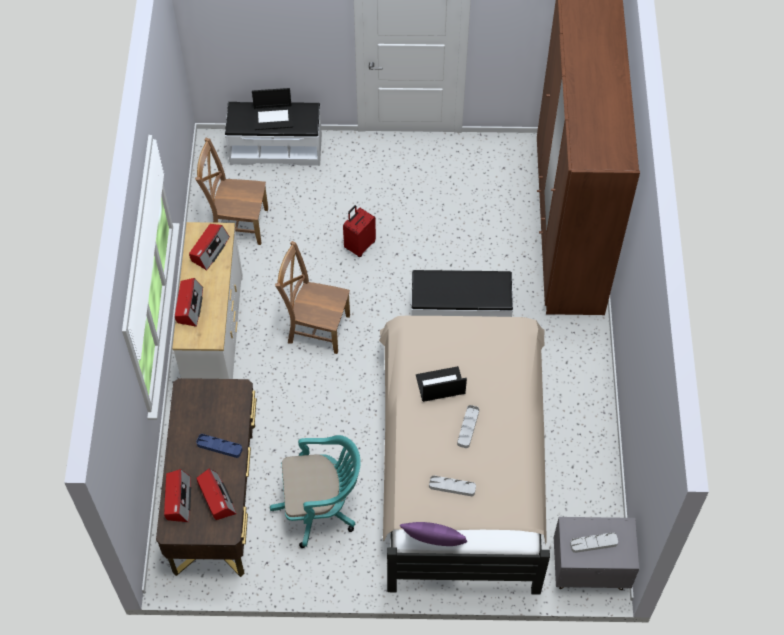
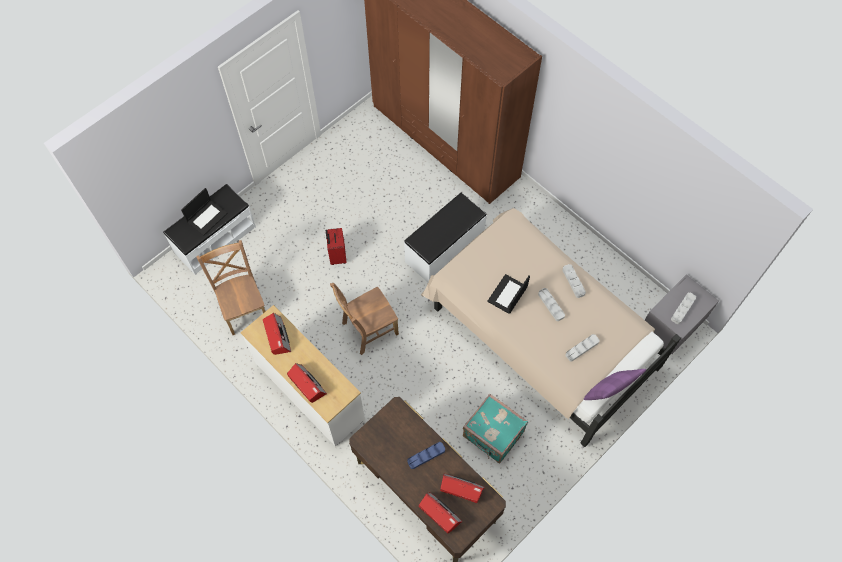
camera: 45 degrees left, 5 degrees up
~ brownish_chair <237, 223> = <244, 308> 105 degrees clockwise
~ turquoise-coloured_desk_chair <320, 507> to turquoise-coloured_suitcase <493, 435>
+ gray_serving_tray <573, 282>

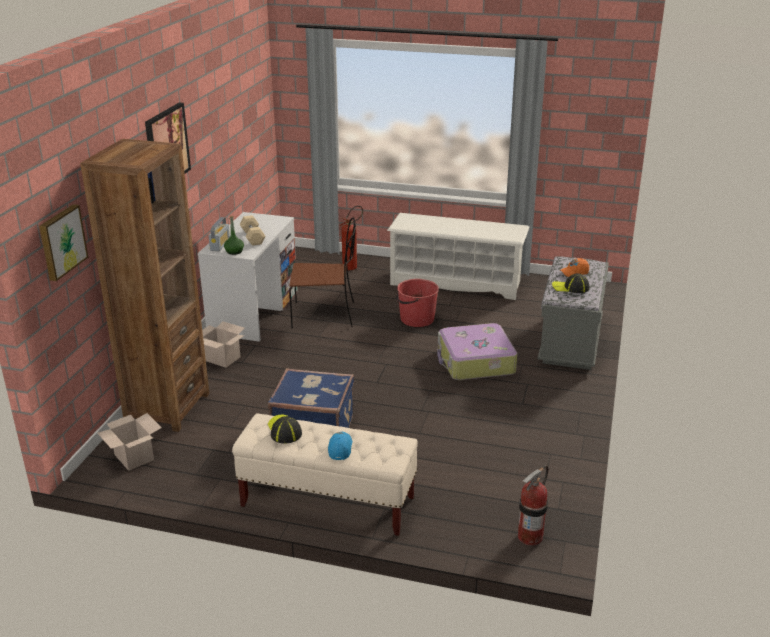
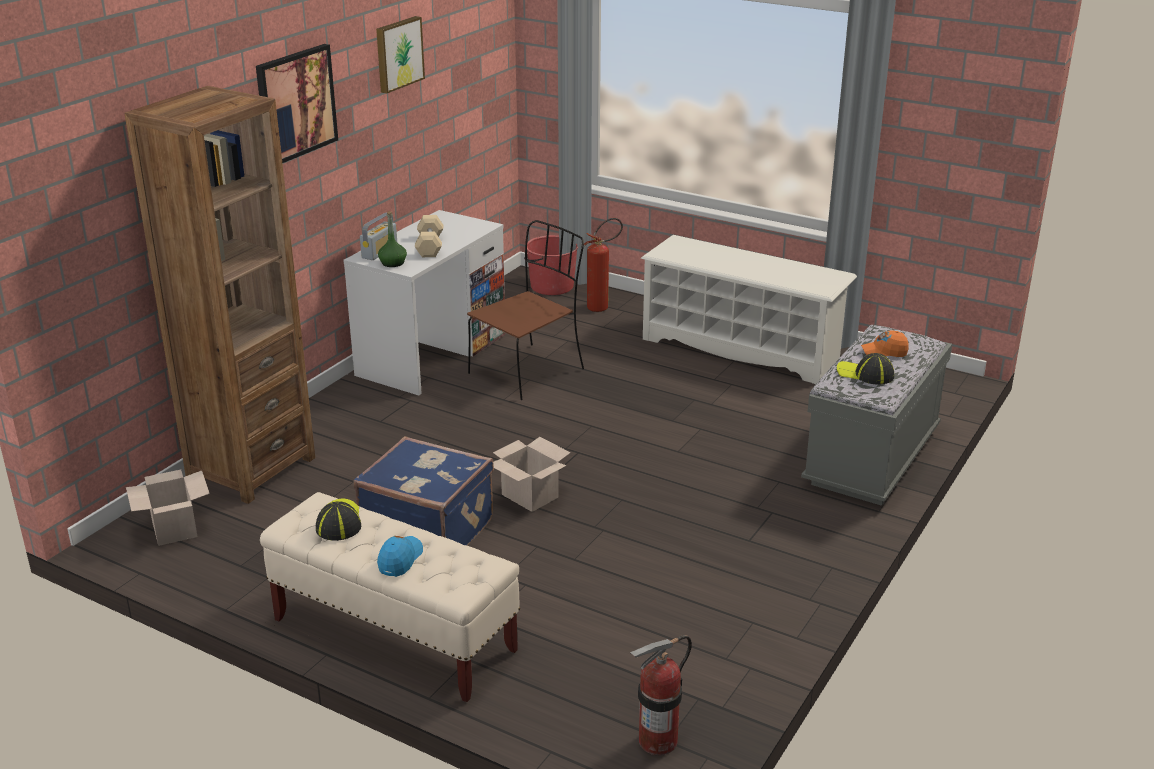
camera: 15 degrees right, 0 degrees up
~ picture <61, 241> to <398, 54>
~ brownish_chair <325, 315> = <528, 370> 60 degrees counterclockwise
~ packing_box <221, 359> to <528, 496>
~ red_water_bucket <416, 319> to <551, 286>
- suitcase <475, 362>

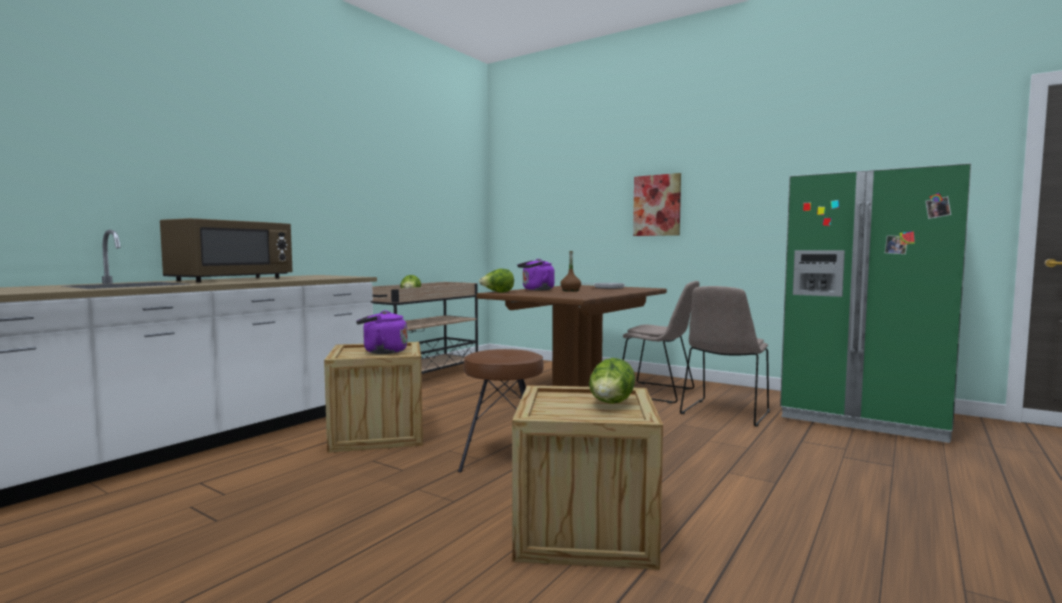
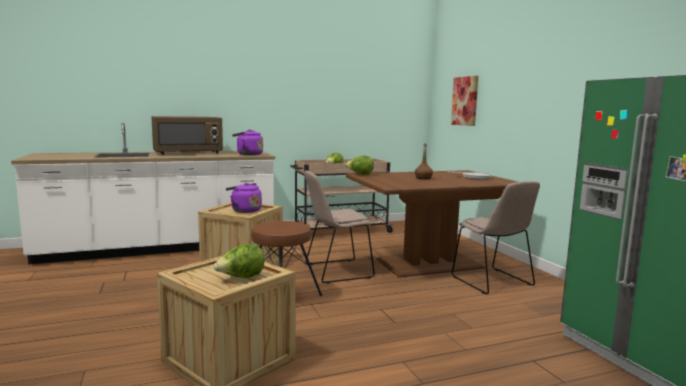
camera: 35 degrees right, 5 degrees up
~ purple-coloured_water_kettle <536, 290> to <248, 154>
~ beige_chair <724, 414> to <335, 271>
~ picture <657, 205> to <465, 101>

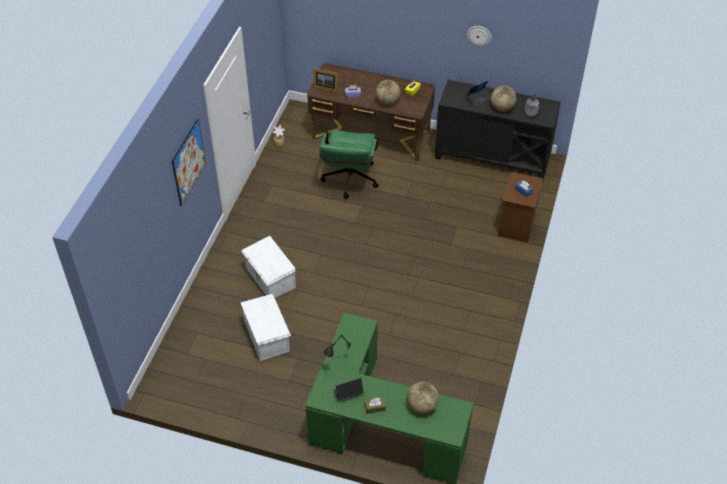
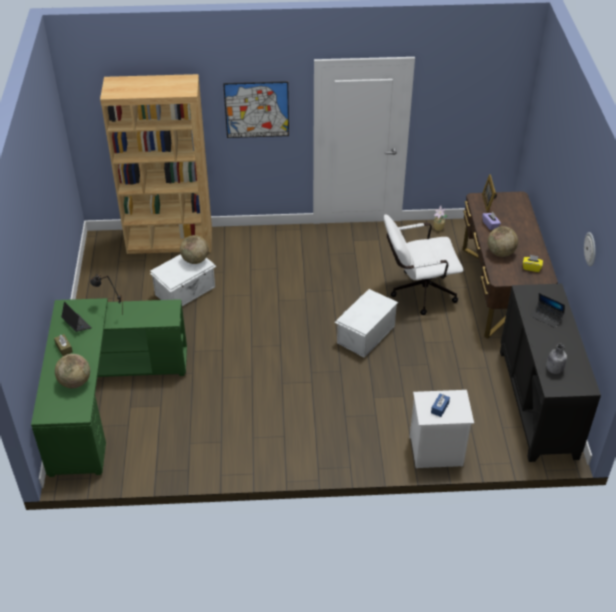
camera: 70 degrees right, 5 degrees down
+ brownish_bookshelf <170, 241>
~ world_globe <502, 108> to <195, 260>
~ white_storage_bin <270, 278> to <365, 334>
~ greenish_desk_chair <349, 182> to white_desk_chair <417, 292>
~ brownish_night_table <517, 226> to white_night_table <435, 452>

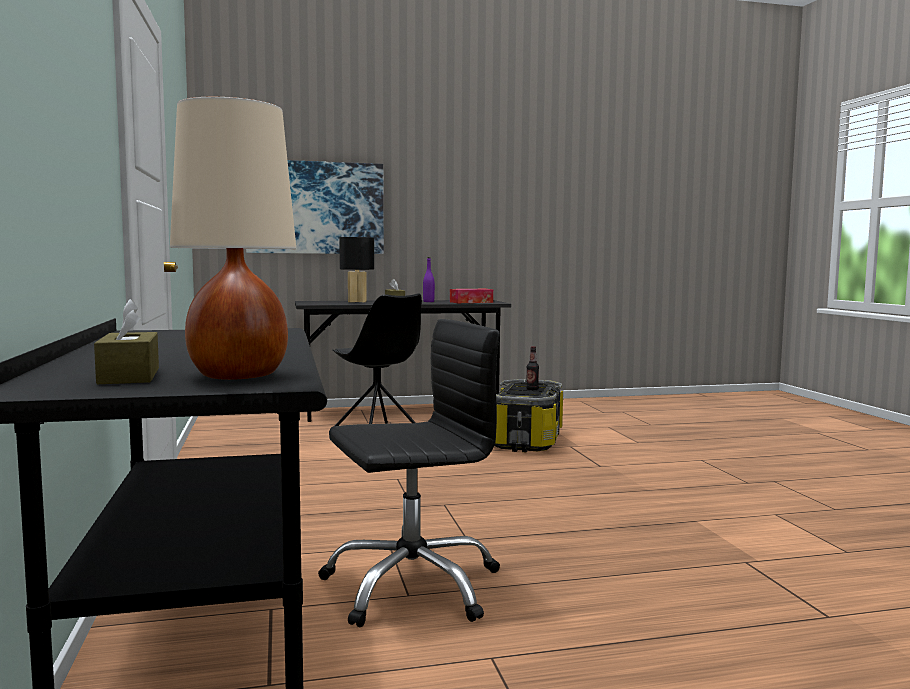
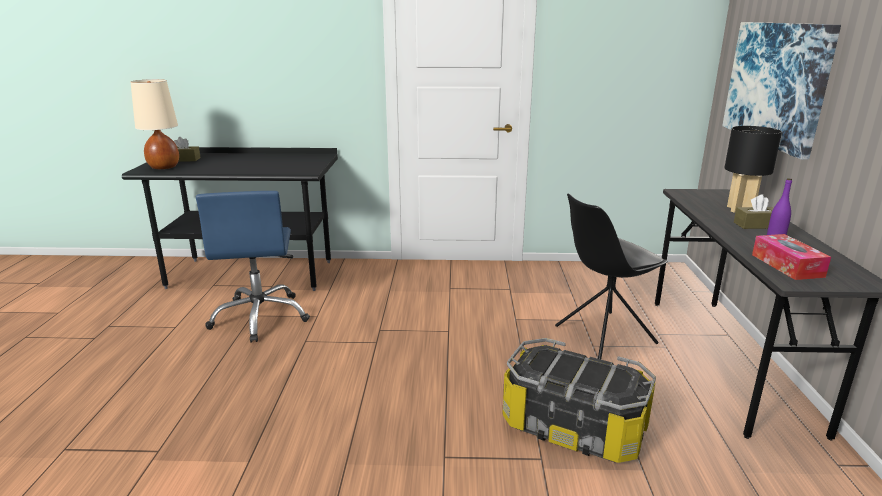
camera: 105 degrees right, 15 degrees up
~ blackish_desk_chair <412, 585> to blue-coloured_desk_chair <260, 317>
- beverage_bottle <532, 389>

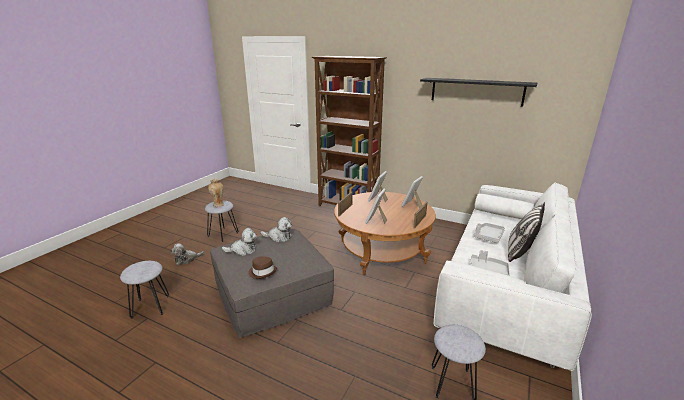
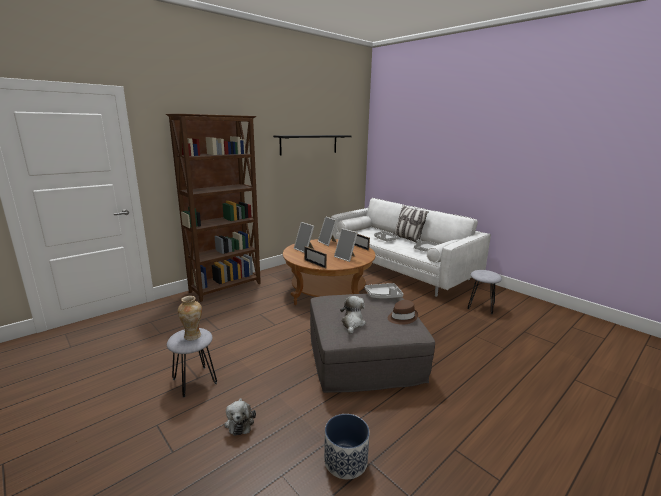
camera: 70 degrees left, 5 degrees down
~ gray_sitting_stool <150, 306> to planter <345, 461>
+ gray_serving_tray <383, 295>
- cuddly_toy <278, 237>

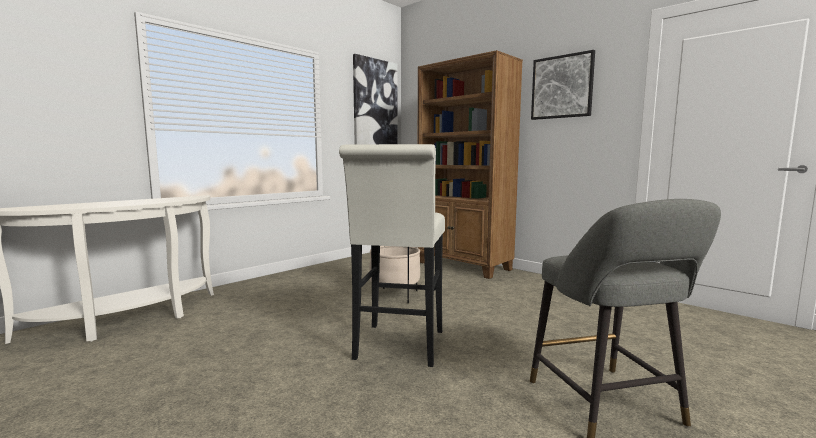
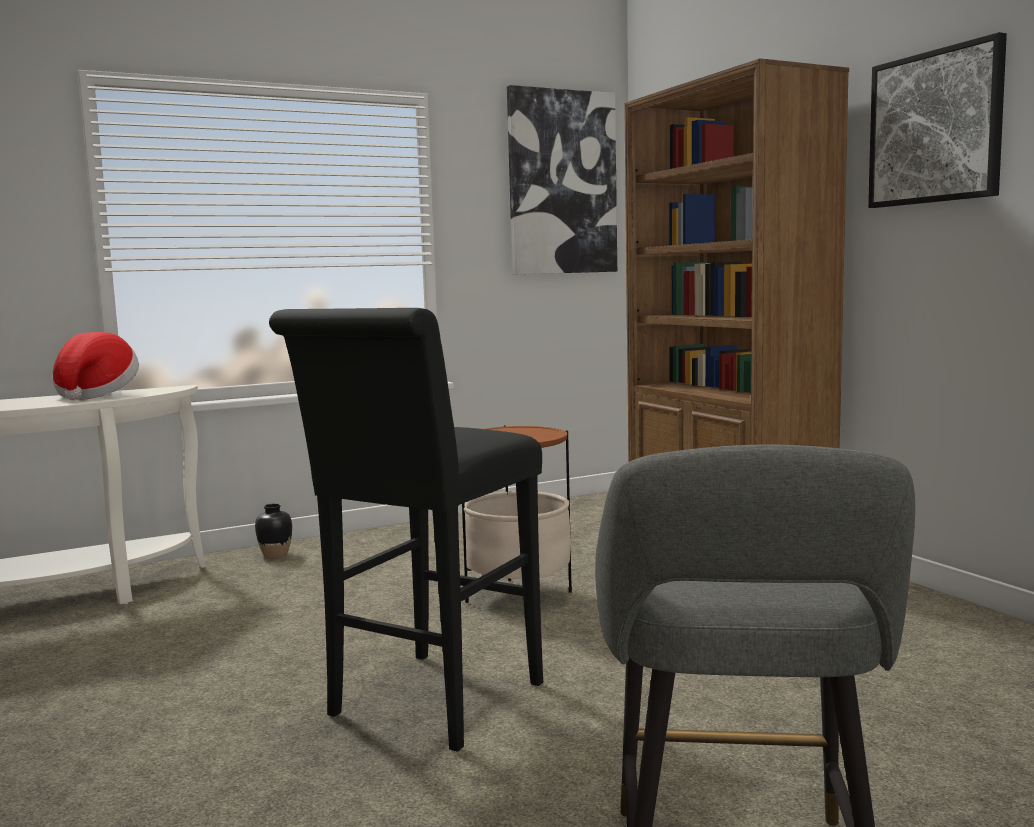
camera: 20 degrees right, 0 degrees up
+ hat <96, 395>
+ blackish_decorative_vase <275, 555>
~ white_sitting_stool <398, 348> to blackish_sitting_stool <427, 705>

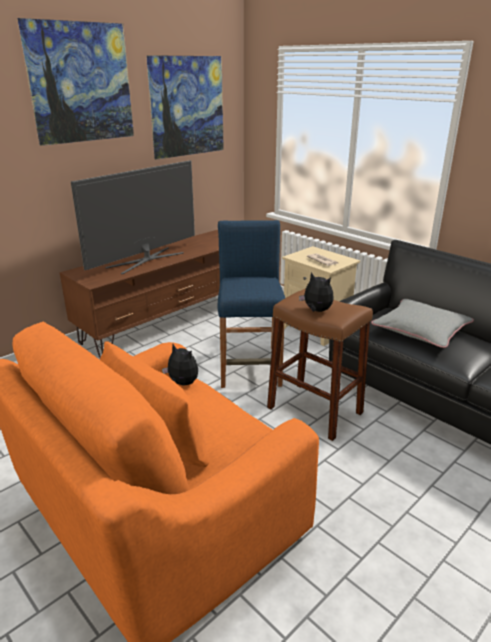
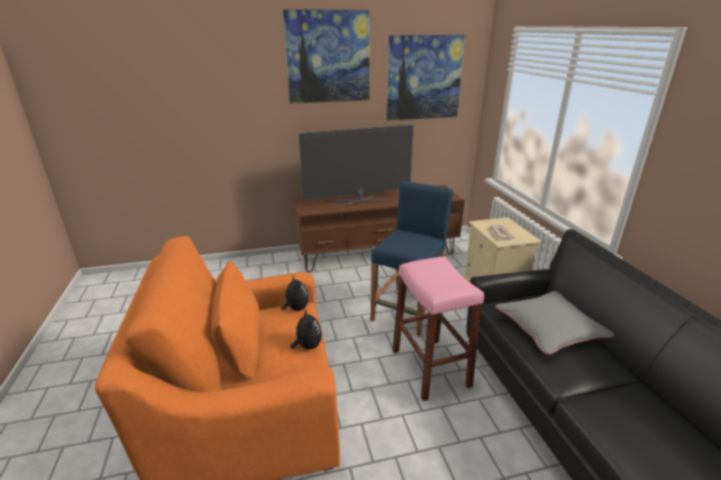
camera: 30 degrees right, 0 degrees up
~ cuddly_toy <316, 311> to <307, 346>
~ brownish_sitting_stool <315, 410> to pink-coloured_sitting_stool <430, 368>

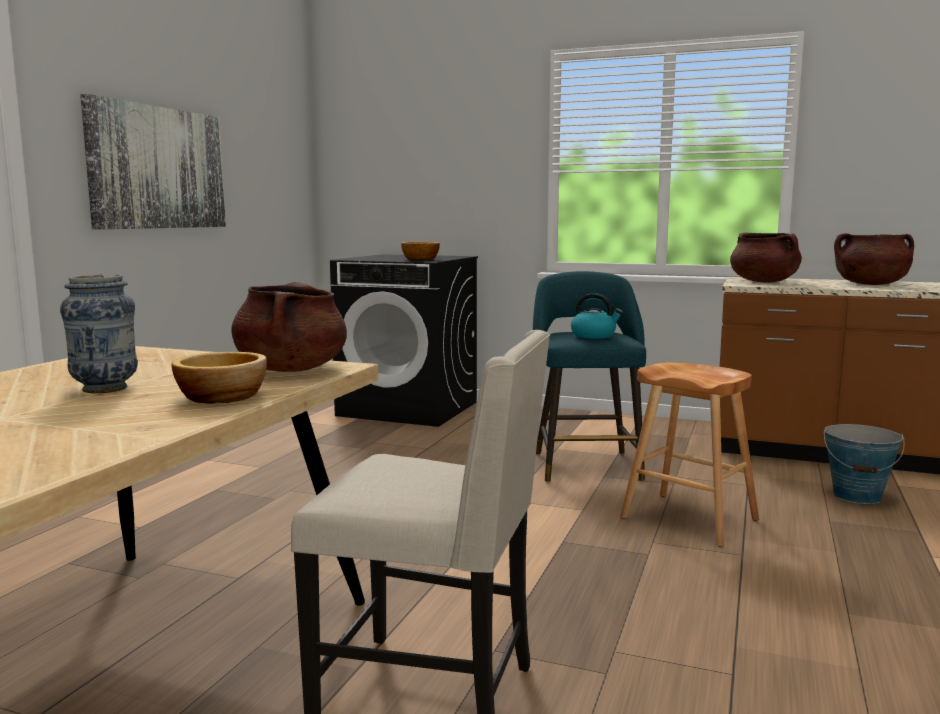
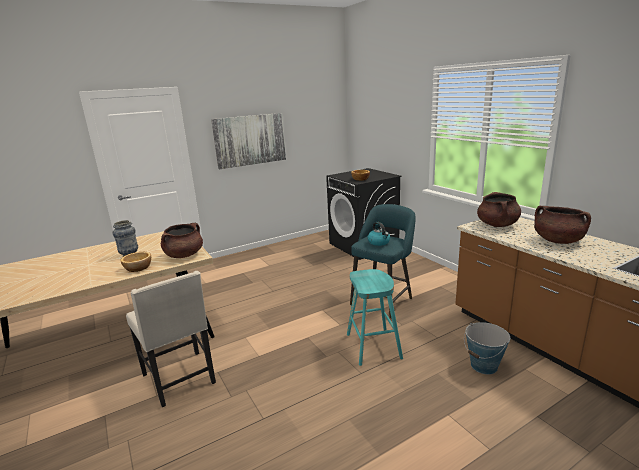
camera: 40 degrees right, 10 degrees up
~ brownish_sitting_stool <688, 519> to turquoise-coloured_sitting_stool <373, 346>

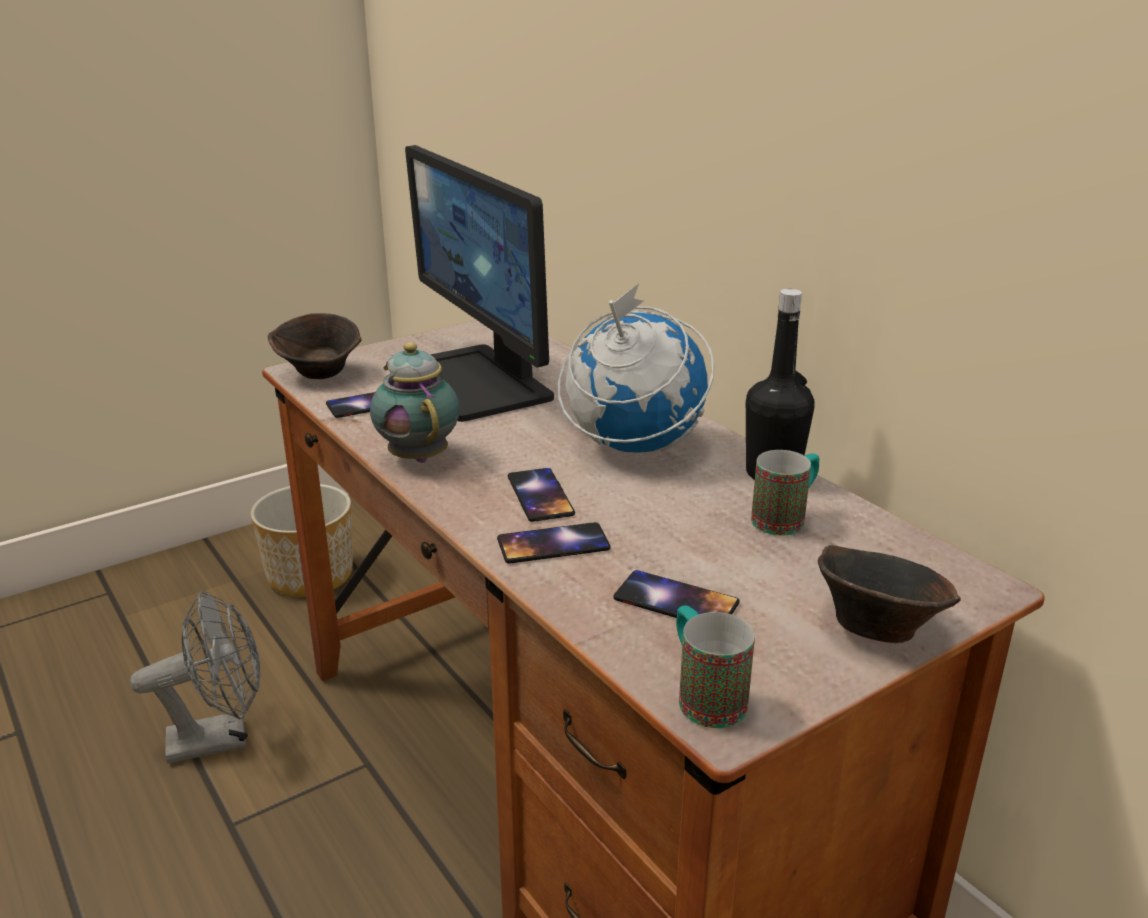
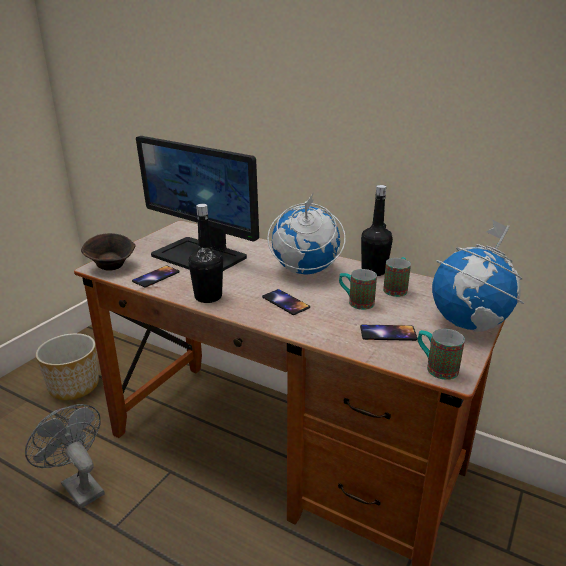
camera: 25 degrees left, 0 degrees up
~ gray_cooling_fan <221, 738> = <78, 485> 90 degrees counterclockwise
~ tea_pot <418, 456> to blackish_beverage_bottle <208, 297>
+ mug <355, 302>
~ brownish_deep_dish <875, 628> to world_globe <470, 324>
- handset <553, 544>

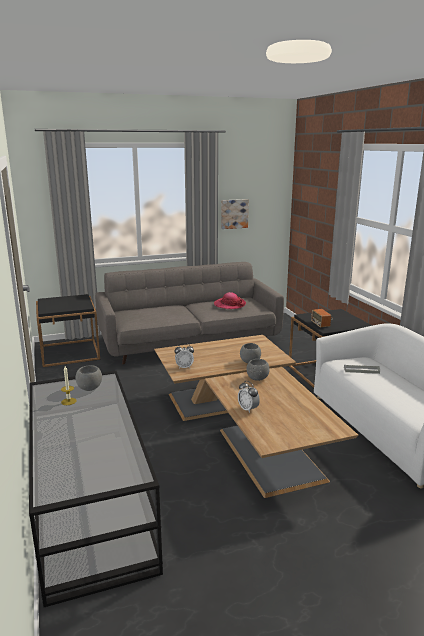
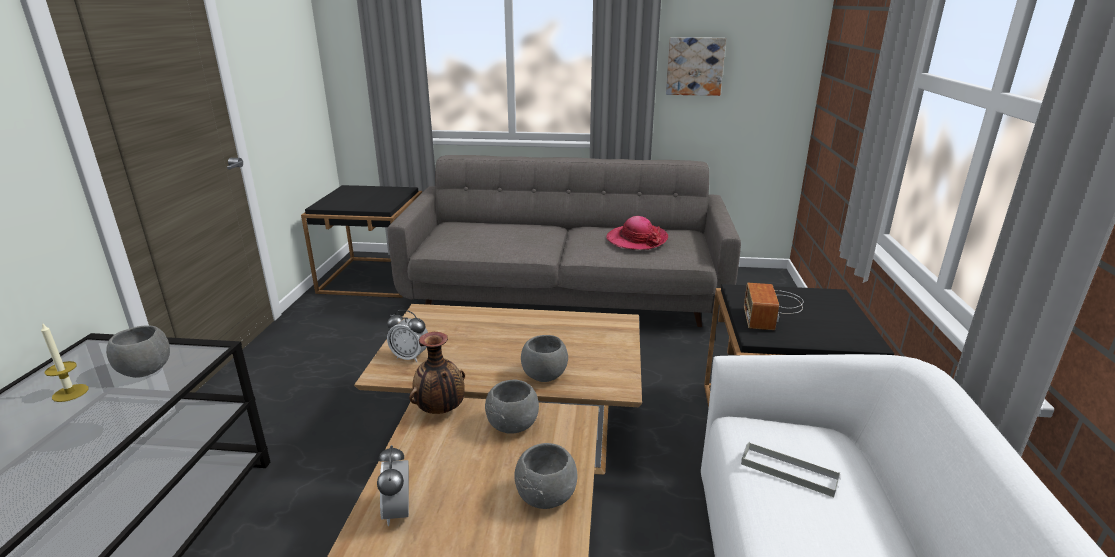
camera: 25 degrees right, 5 degrees up
+ decorative_vase <440, 410>
+ gray_deep_dish <547, 497>

